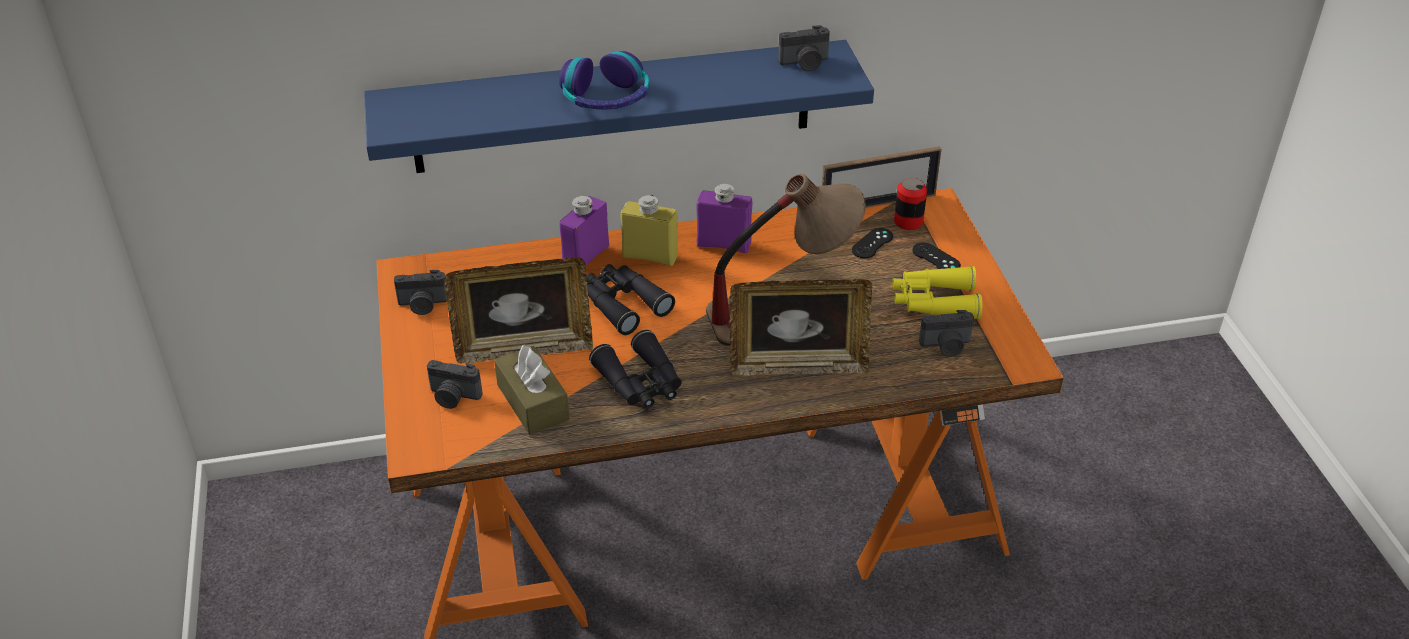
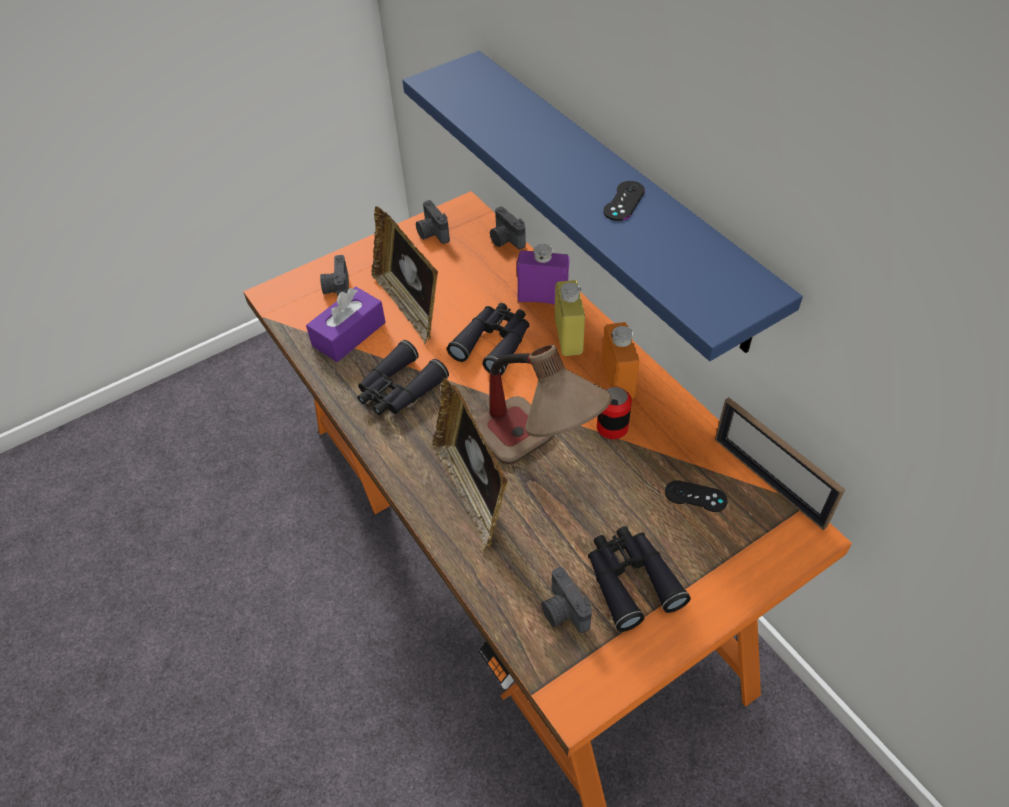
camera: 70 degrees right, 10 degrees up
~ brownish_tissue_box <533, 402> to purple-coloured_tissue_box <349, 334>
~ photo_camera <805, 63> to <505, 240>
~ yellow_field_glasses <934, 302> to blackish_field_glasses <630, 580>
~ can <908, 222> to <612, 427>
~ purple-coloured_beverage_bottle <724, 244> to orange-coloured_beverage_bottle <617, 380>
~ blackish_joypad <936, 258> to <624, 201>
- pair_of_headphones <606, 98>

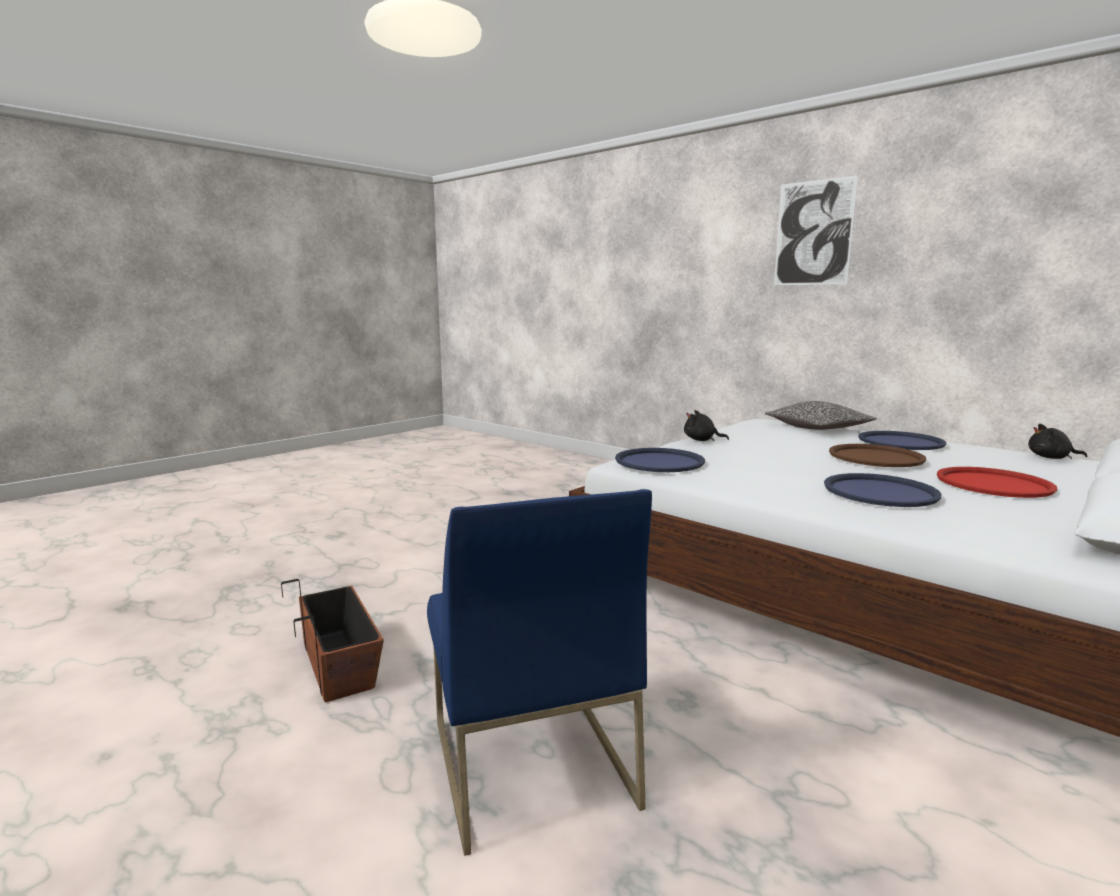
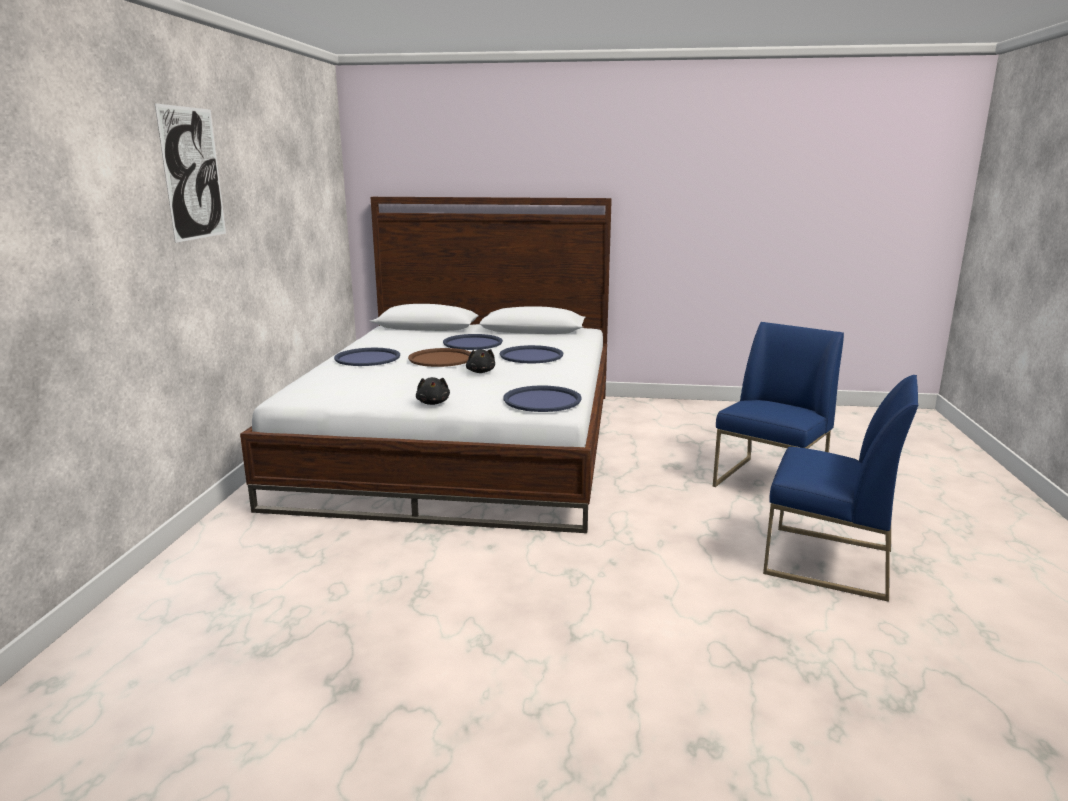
camera: 125 degrees left, 5 degrees up
~ red_serving_tray <993, 484> to blue-coloured_serving_tray <472, 343>
~ blackish_cuddly_toy <1051, 458> to <481, 372>
~ planter <339, 664> to blue-coloured_chair <827, 562>
- pillow <818, 428>

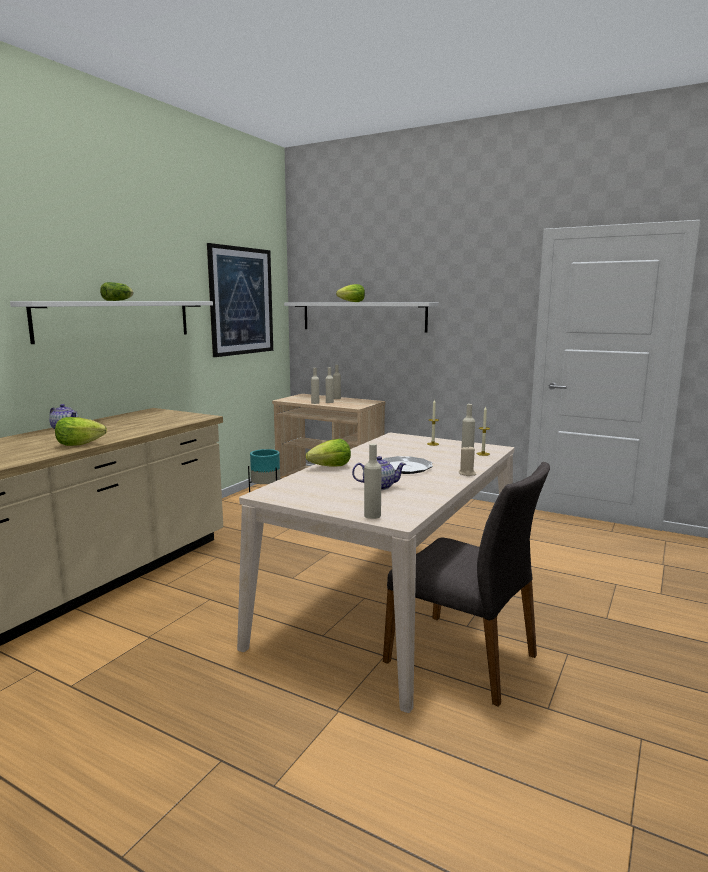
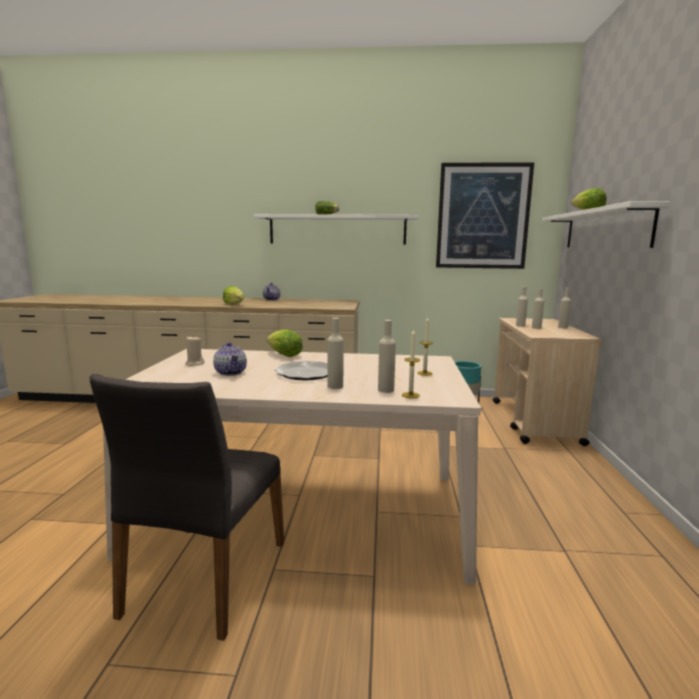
camera: 65 degrees right, 0 degrees up
~ beige_wax_light <467, 473> to <194, 364>
~ beige_beverage_bottle <372, 515> to <335, 386>

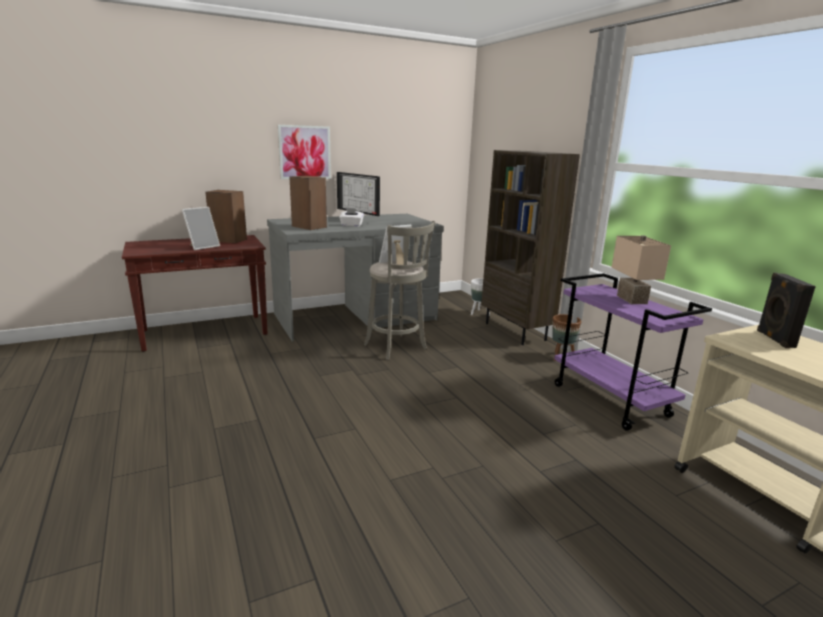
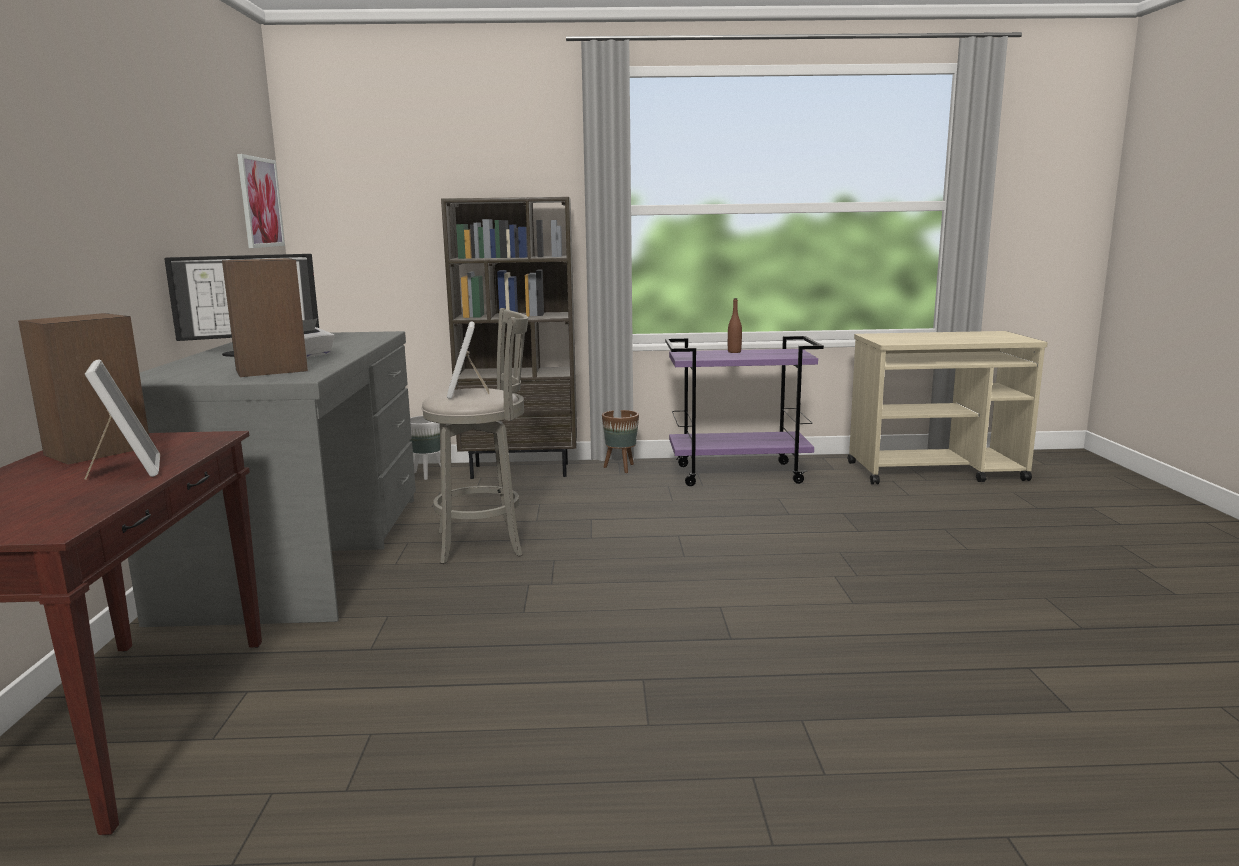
camera: 65 degrees left, 5 degrees down
~ picture <304, 152> to <260, 202>
~ beige_tabletop_lamp <633, 300> to brownish_beverage_bottle <734, 352>
- blackish_speaker <774, 339>

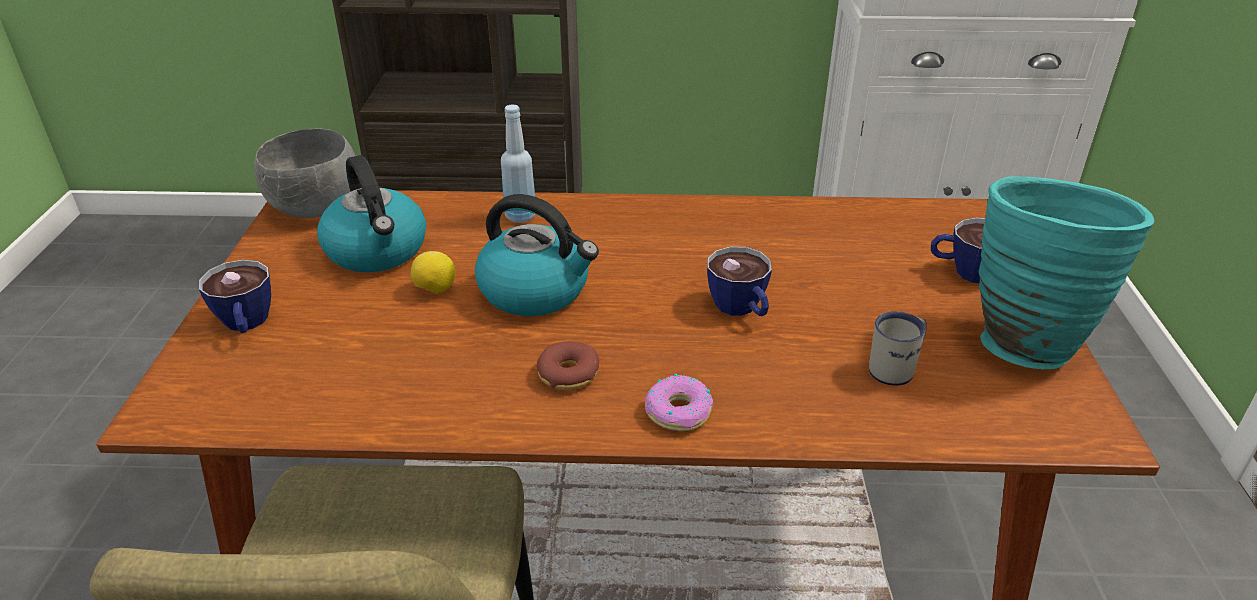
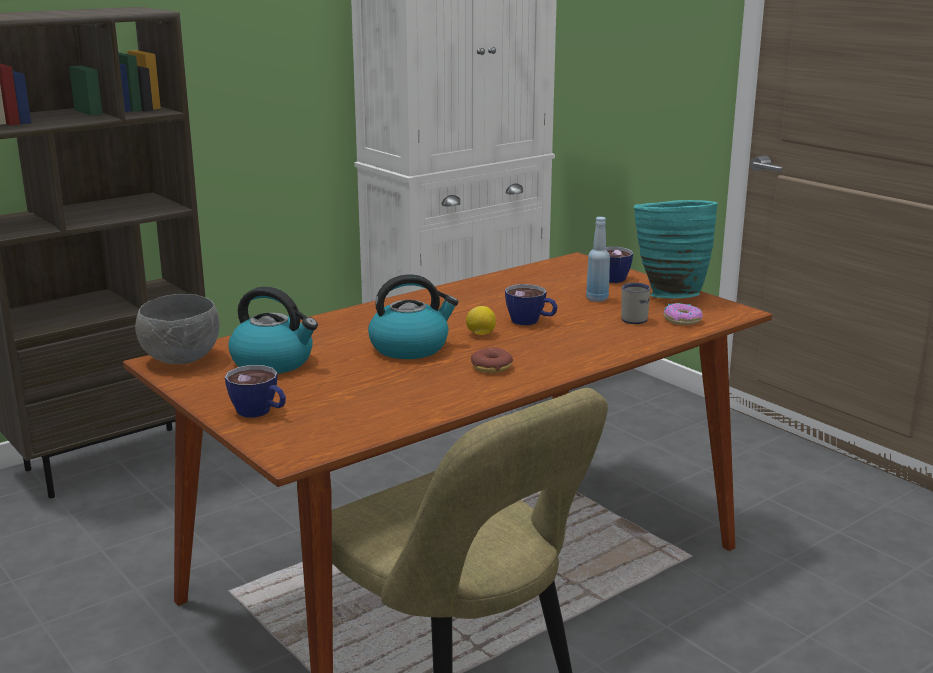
camera: 40 degrees left, 15 degrees down
~ lemon <435, 290> to <480, 334>
~ blue-coloured_beverage_bottle <520, 216> to <597, 299>
~ ring_doughnut <679, 411> to <682, 320>

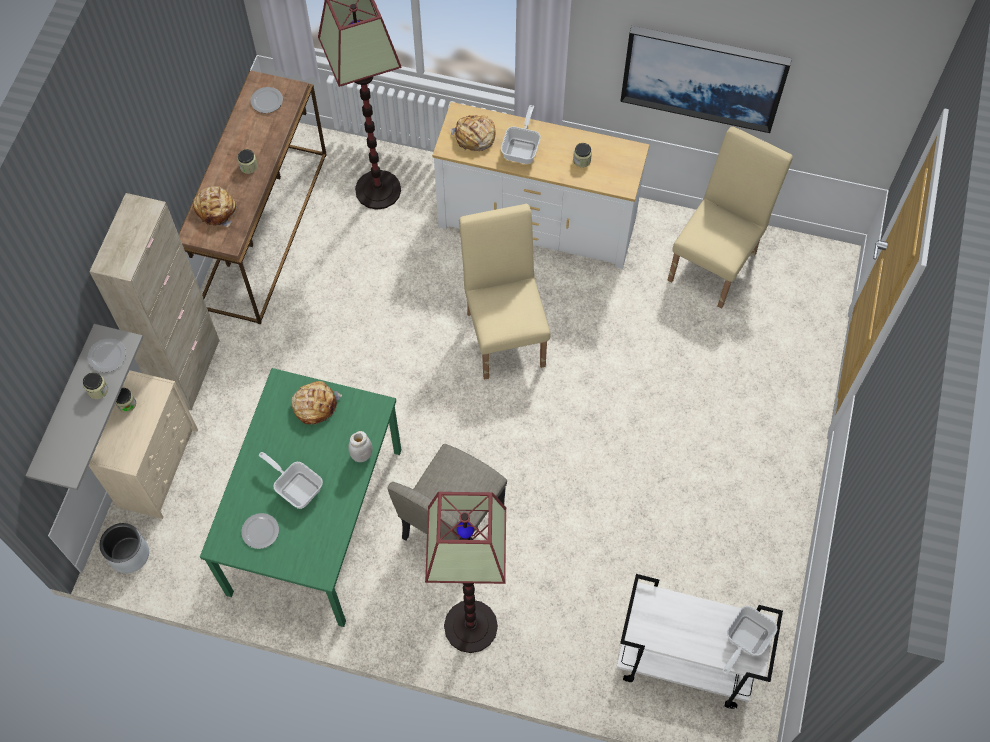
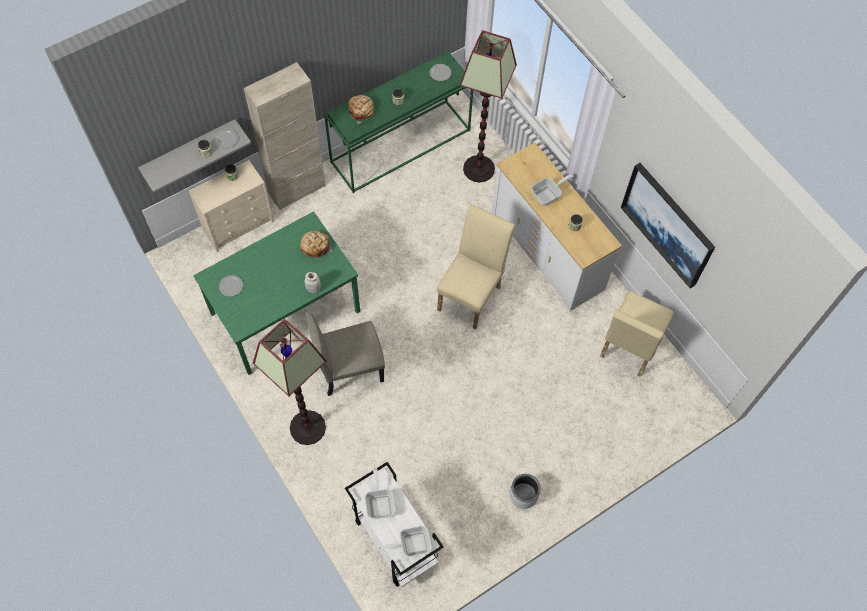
camera: 40 degrees right, 0 degrees up
~ brownish_hall_table <263, 228> to greenish_hall_table <401, 145>
~ frying_pan <296, 486> to <380, 502>
~ gray_planter <129, 555> to <523, 495>
~ beige_chair <716, 261> = <628, 348> 135 degrees clockwise
- bread <474, 137>

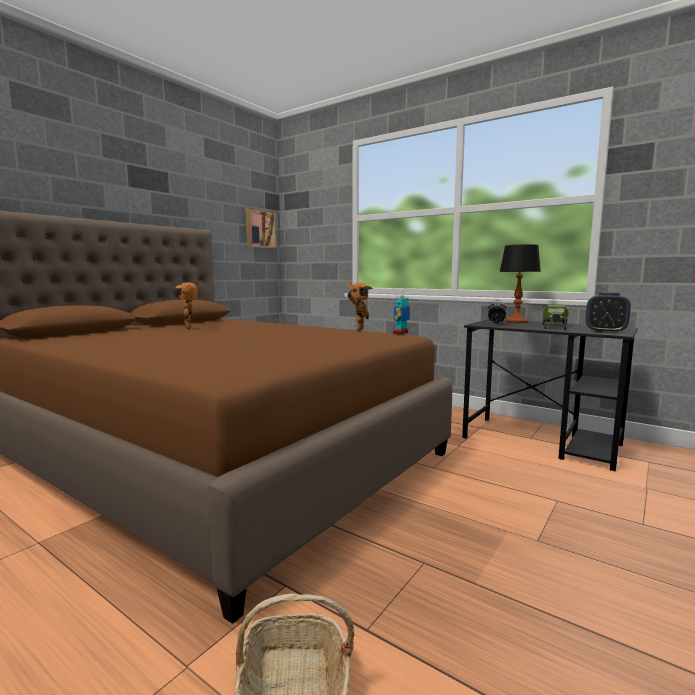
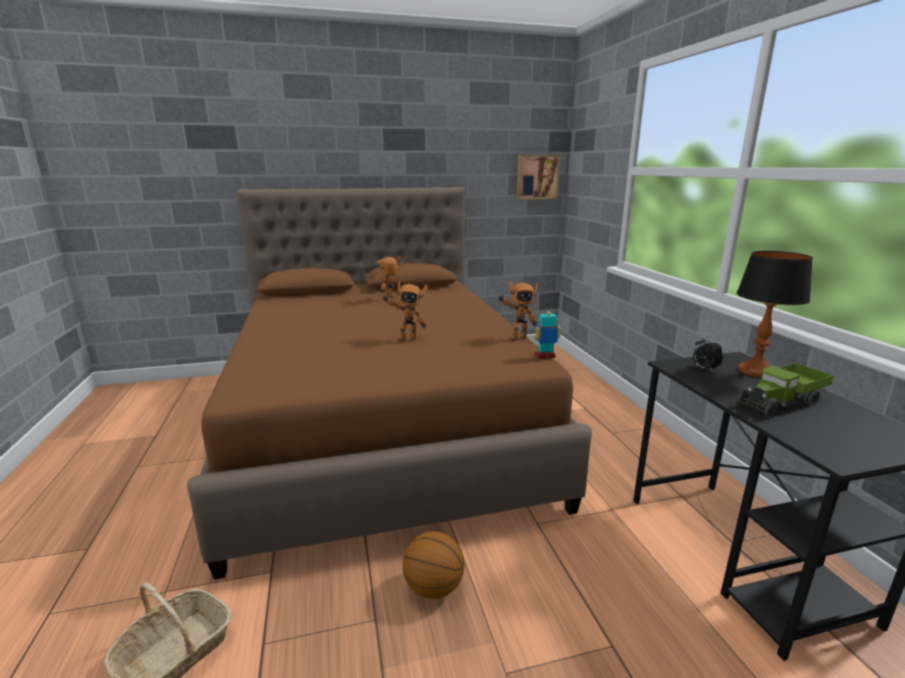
camera: 40 degrees right, 10 degrees up
+ model_robot <406, 339>
+ basketball_ball <434, 588>
- table_clock <605, 331>

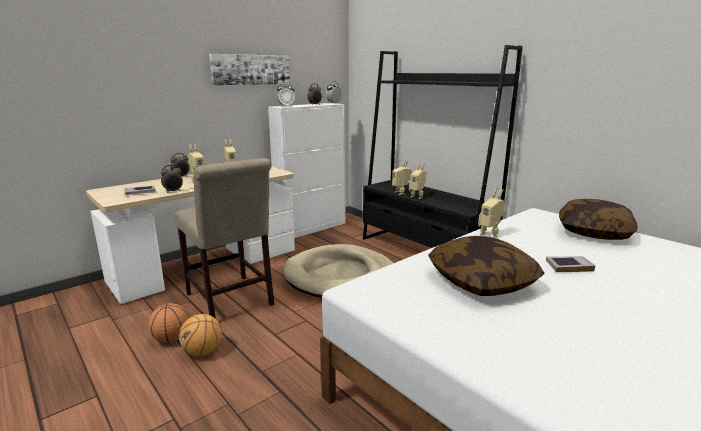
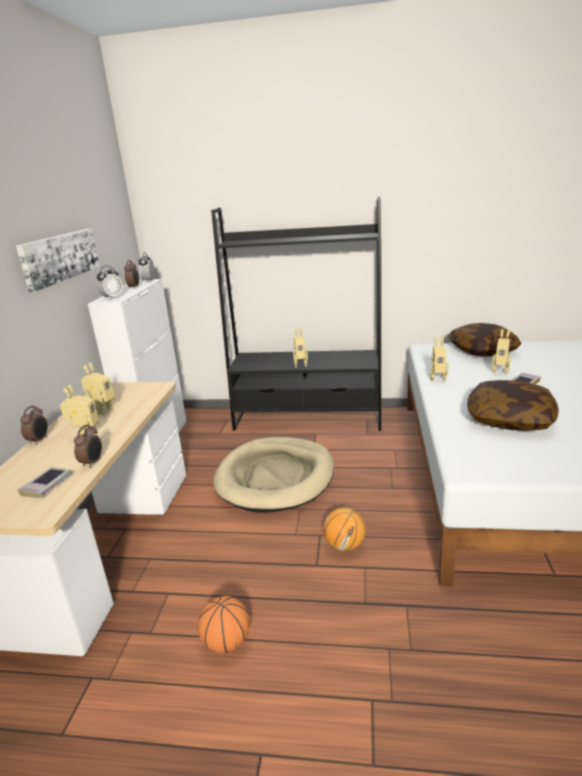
camera: 40 degrees left, 5 degrees up
~ basketball_ball <203, 351> to <345, 545>
~ model_robot <401, 193> to <500, 372>
- beige_chair <231, 301>

